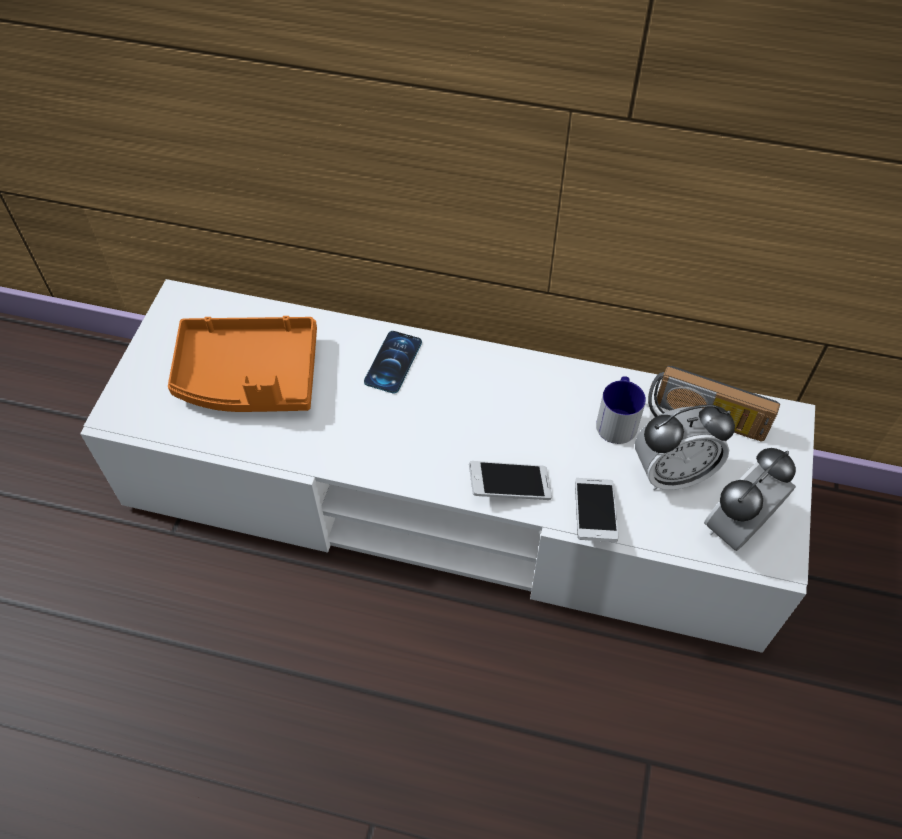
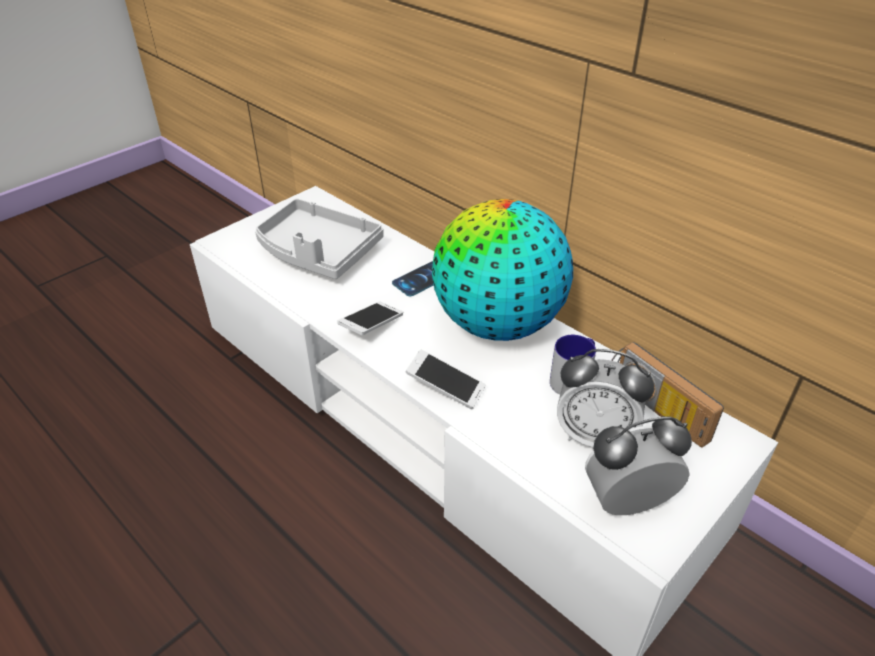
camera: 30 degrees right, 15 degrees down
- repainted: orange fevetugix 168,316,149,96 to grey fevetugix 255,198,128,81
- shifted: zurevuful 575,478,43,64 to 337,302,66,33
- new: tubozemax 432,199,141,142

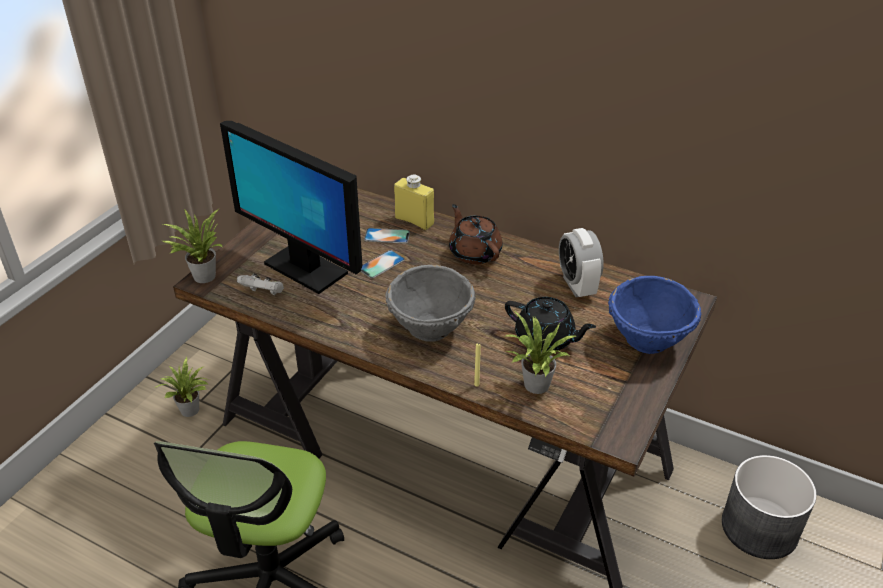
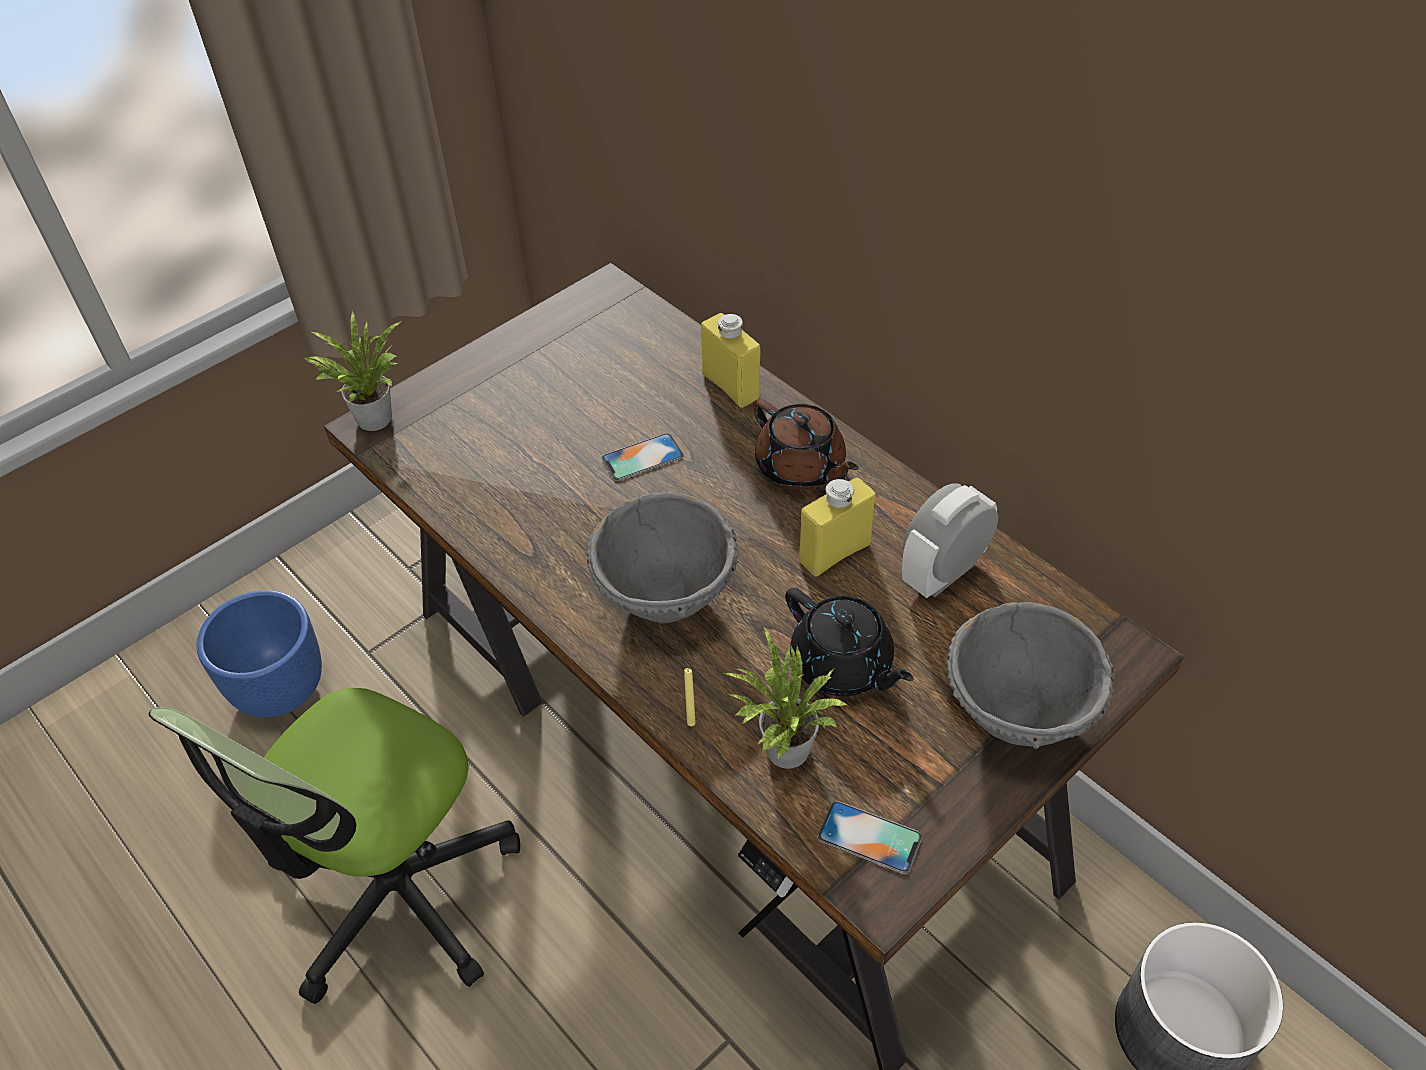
camera: 20 degrees right, 10 degrees up
- gone: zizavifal 220,121,142,173
- rotated: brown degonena 449,204,53,60 = 753,399,106,91 150 degrees clockwise
- shifted: zurevuful 364,228,46,16 to 818,801,104,73
- rotated: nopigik 559,228,45,69 = 902,483,96,115 45 degrees clockwise
- gone: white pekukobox 237,273,47,22
- repainted: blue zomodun 608,276,93,78 to grey zomodun 946,602,168,147
- gone: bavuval 156,357,54,60
- new: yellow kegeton 799,477,77,100
- new: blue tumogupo 196,590,126,127

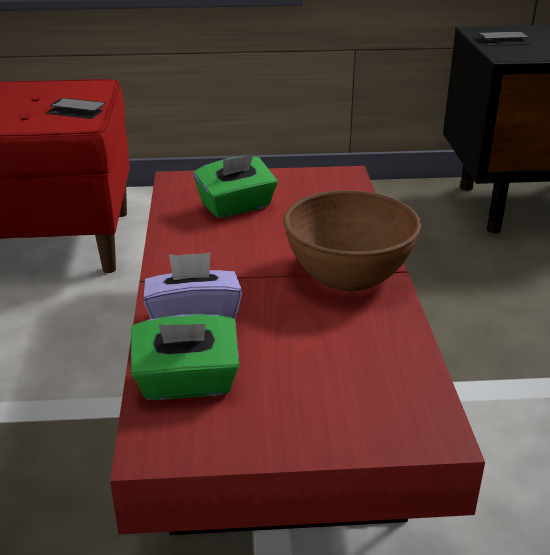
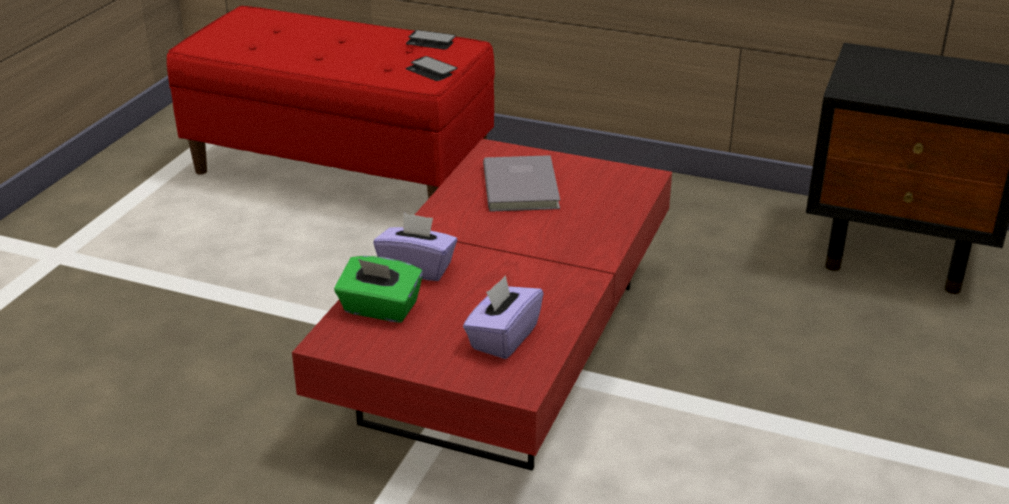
camera: 25 degrees right, 0 degrees up
- shifted: zurevuful 478,31,53,15 to 406,30,50,20
- swapped: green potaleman 194,155,84,63 to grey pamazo 483,155,77,57
- gone: brown zomodun 283,190,138,101
- new: purple potaleman 463,275,81,84

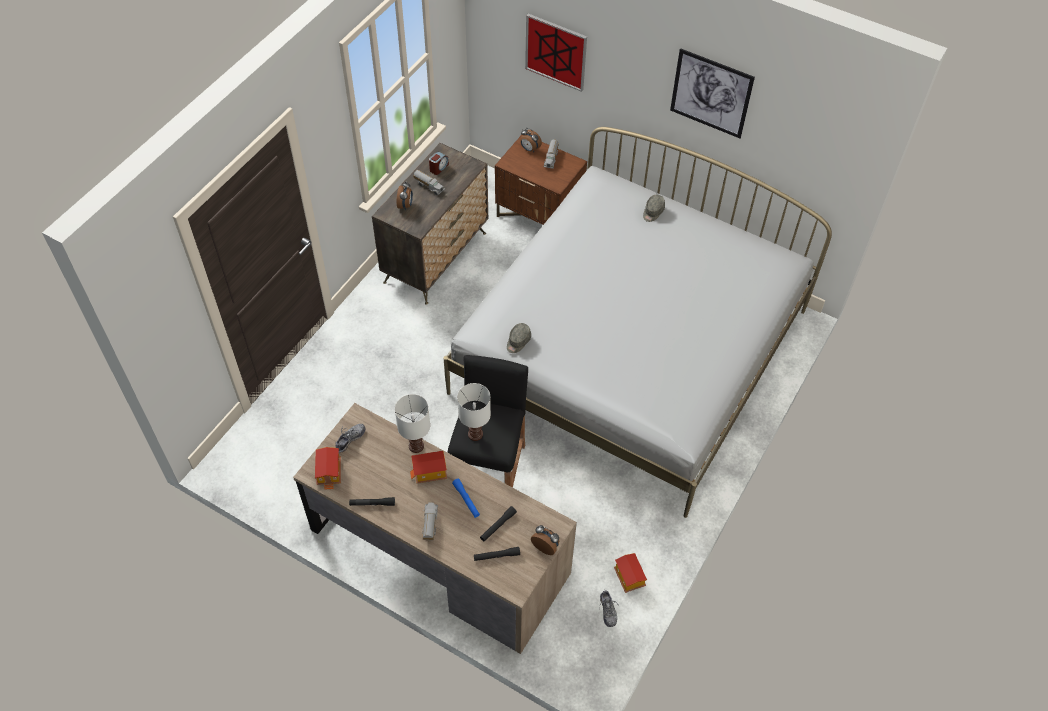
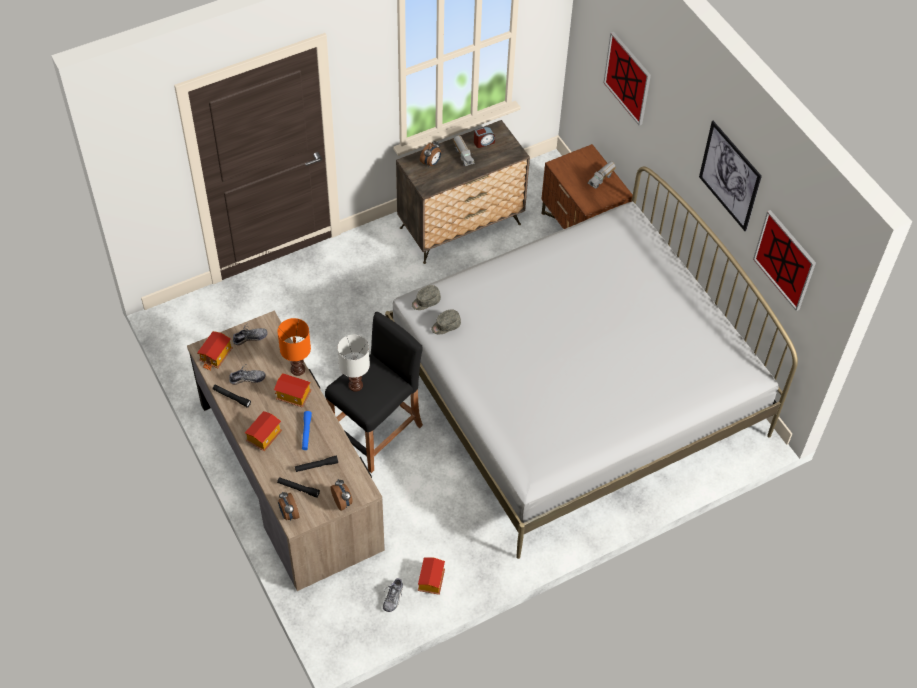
camera: 30 degrees right, 0 degrees up
- shifted: nopigik 520,128,22,24 to 278,491,21,30
- shifted: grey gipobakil 643,195,22,27 to 412,285,29,25
- repainted: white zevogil 395,394,35,59 to orange zevogil 277,318,34,58
- swapped: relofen 423,502,15,38 to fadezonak 245,411,37,40
- new: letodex 753,210,63,101
- new: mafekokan 229,364,37,21

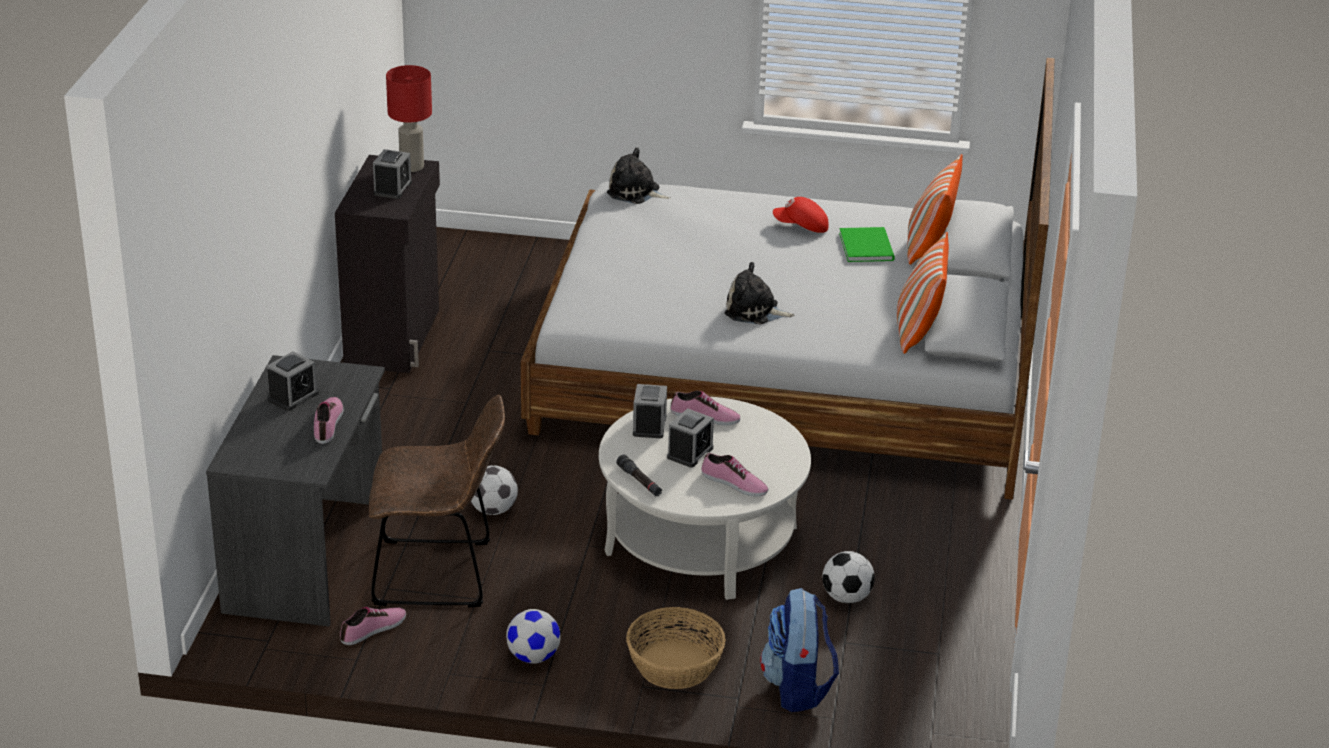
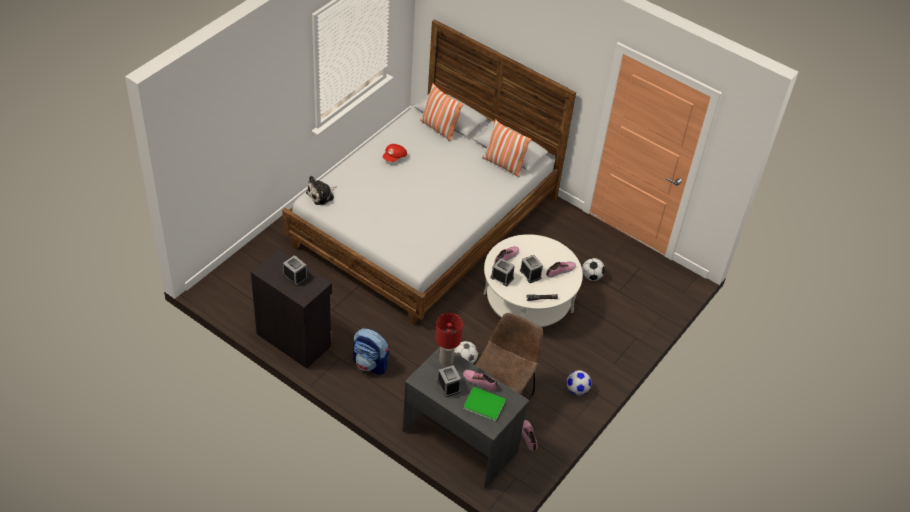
camera: 65 degrees left, 15 degrees up
- shifted: red zevogil 386,65,46,107 to 435,313,28,53
- shifted: green pamazo 839,227,56,35 to 463,387,43,35
- gone: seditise 724,262,70,62
- shifted: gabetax 760,588,79,124 to 353,328,36,47
- gone: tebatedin 626,607,100,82

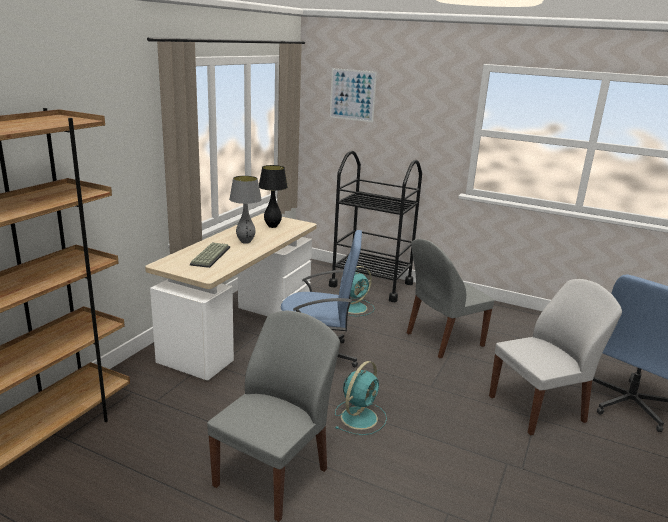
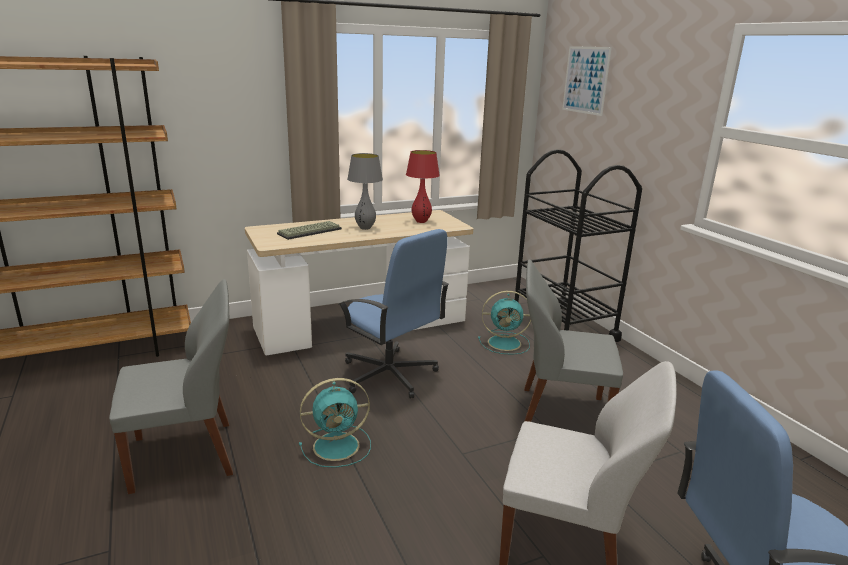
camera: 40 degrees right, 0 degrees up
- repainted: black zevogil 259,165,29,63 to red zevogil 406,150,34,73

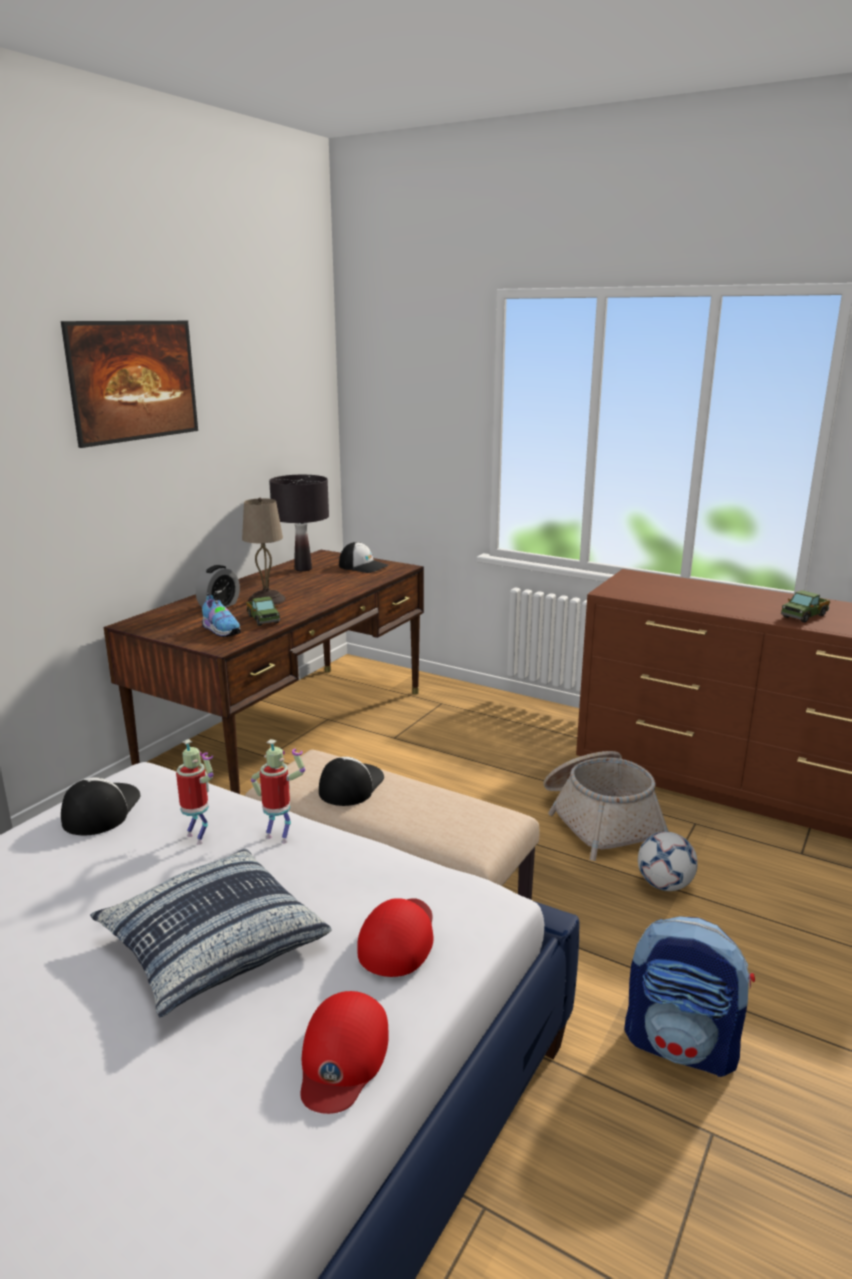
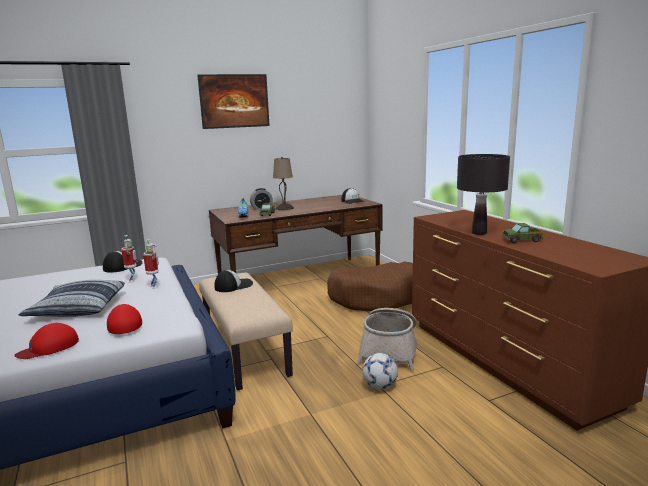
camera: 35 degrees right, 5 degrees down
- shifted: black zevogil 269,475,60,96 to 457,154,53,81
- rotated: red gipobakil 357,898,77,79 = 107,304,35,30 75 degrees counterclockwise
- gone: gabetax 625,916,130,161
- new: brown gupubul 327,261,86,50

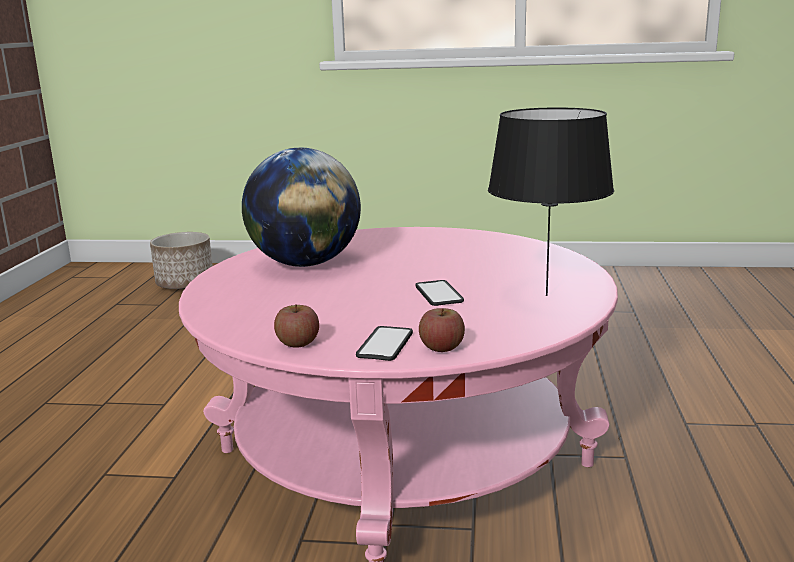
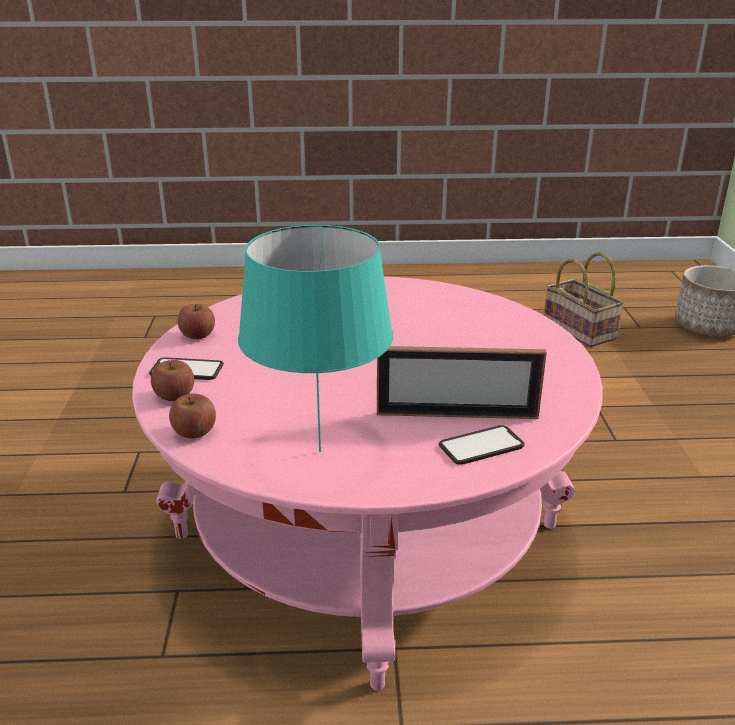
camera: 80 degrees right, 10 degrees up
- repainted: black zevogil 488,107,126,189 to turquoise zevogil 238,225,155,227
- gone: tubozemax 242,148,119,119
- shifted: zurevuful 415,280,49,26 to 439,425,86,40
- new: tebatedin 544,252,80,95
- new: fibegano 377,346,170,73
- new: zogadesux 169,394,47,45

